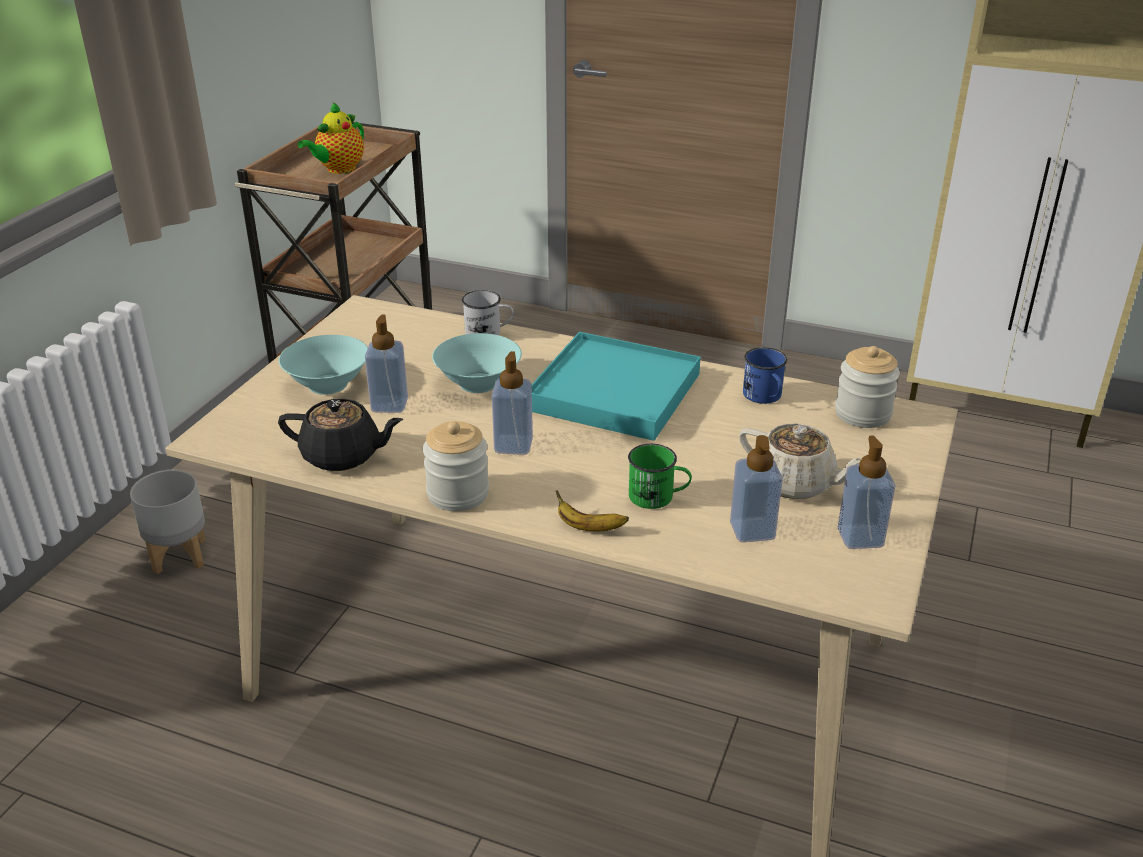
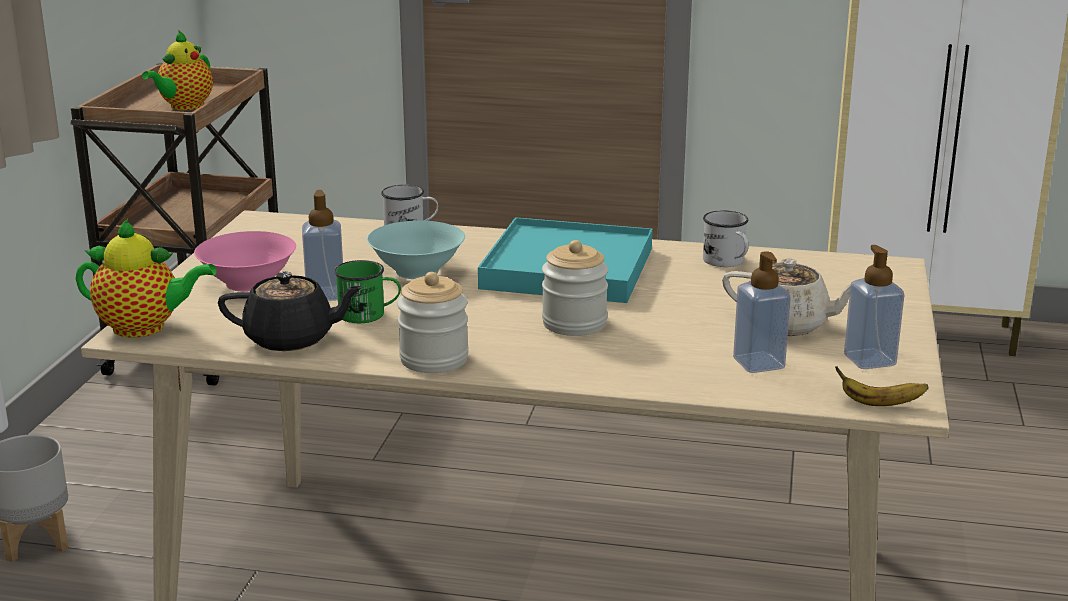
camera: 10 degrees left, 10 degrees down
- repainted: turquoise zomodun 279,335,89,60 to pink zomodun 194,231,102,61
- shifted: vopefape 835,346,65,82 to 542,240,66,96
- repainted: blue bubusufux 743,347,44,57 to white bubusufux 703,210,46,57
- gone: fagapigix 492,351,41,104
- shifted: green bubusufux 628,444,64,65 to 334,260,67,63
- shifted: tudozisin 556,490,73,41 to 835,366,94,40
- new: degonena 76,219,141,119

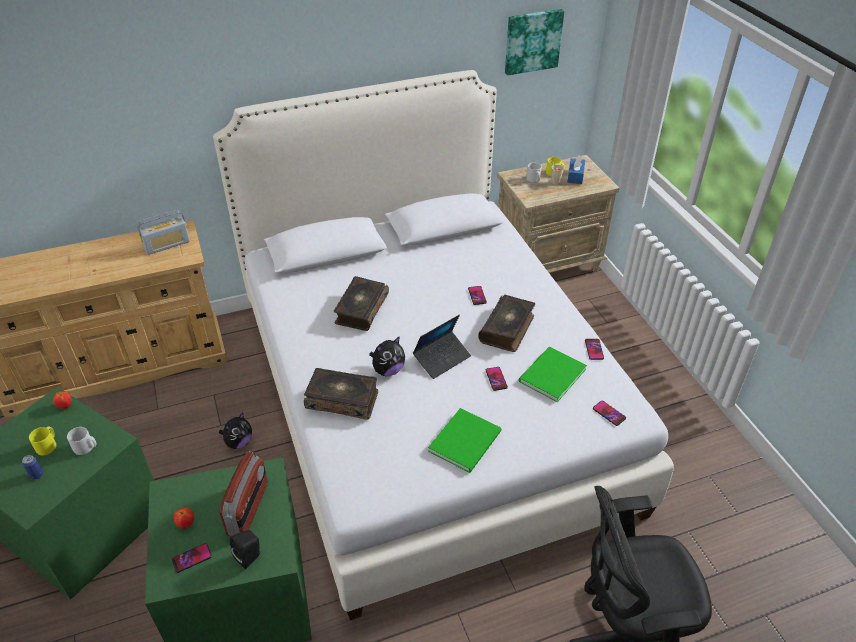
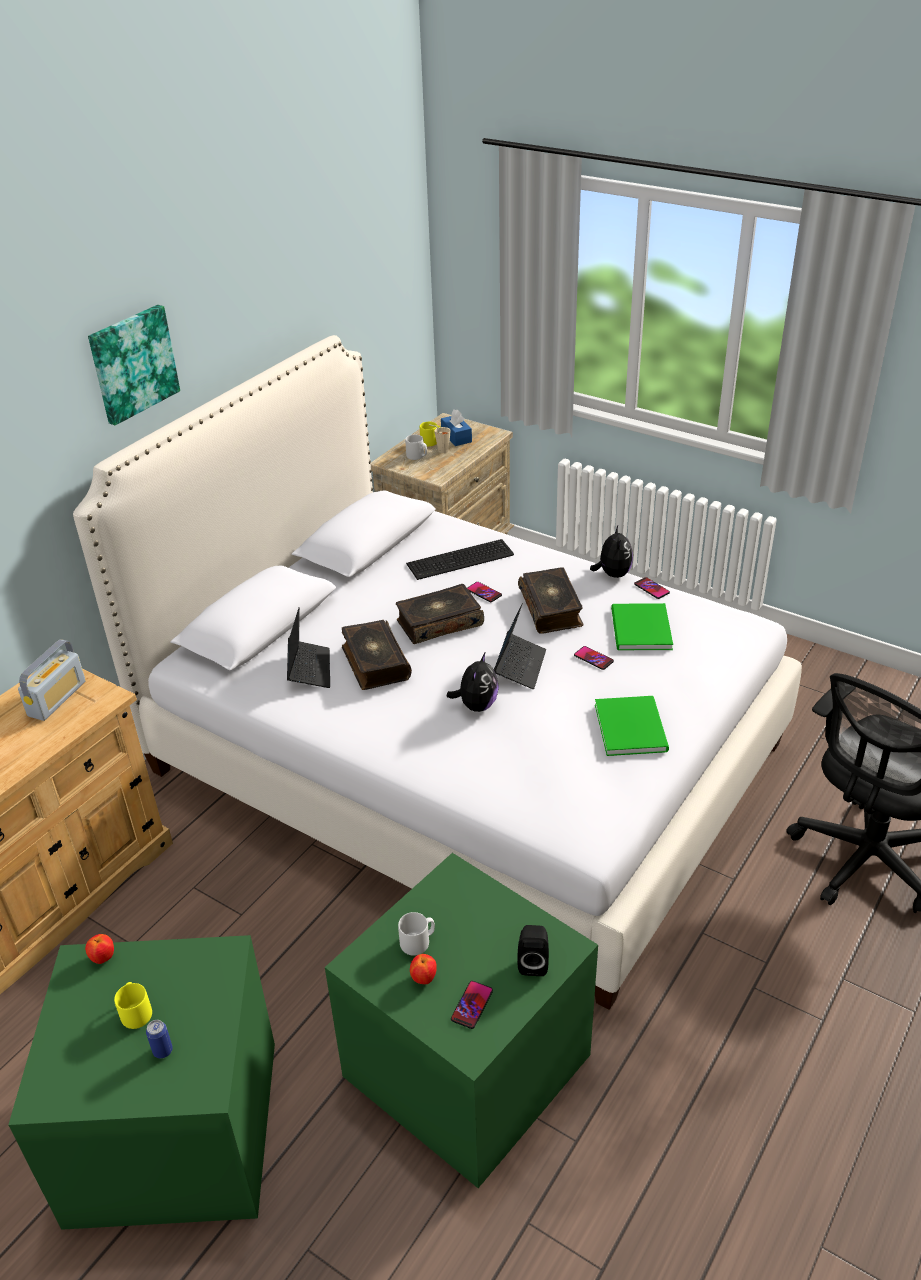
camera: 35 degrees left, 5 degrees down
- shifted: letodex 505,9,59,66 to 88,305,92,120
- shifted: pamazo 304,368,74,52 to 396,584,88,60
- gone: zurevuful 593,401,33,25
- shifted: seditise 219,413,33,36 to 590,526,43,52
- shifted: grey bubusufux 67,427,29,28 to 398,912,37,44
- gone: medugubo 219,451,49,85
- new: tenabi 406,539,108,41
- new: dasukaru 287,607,43,81

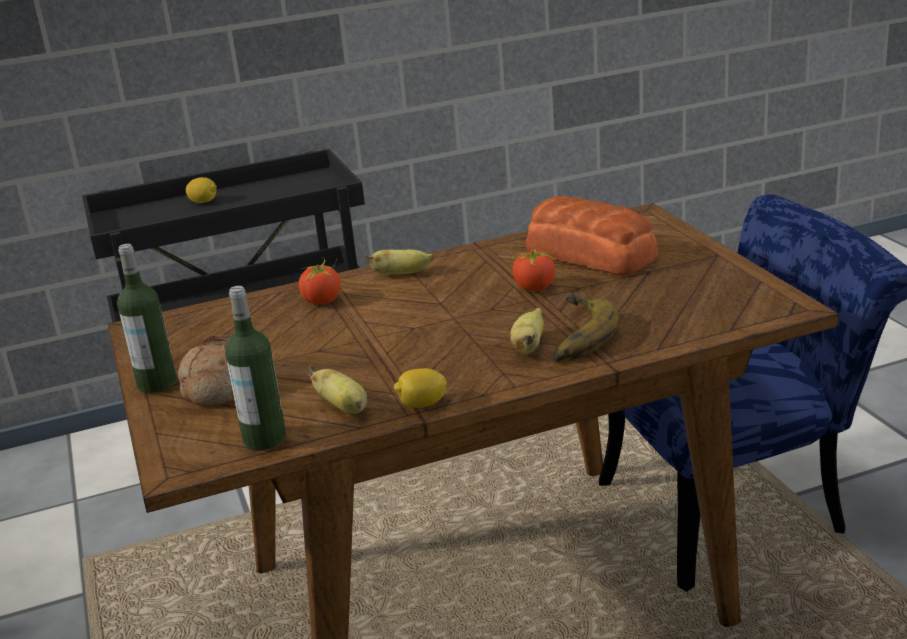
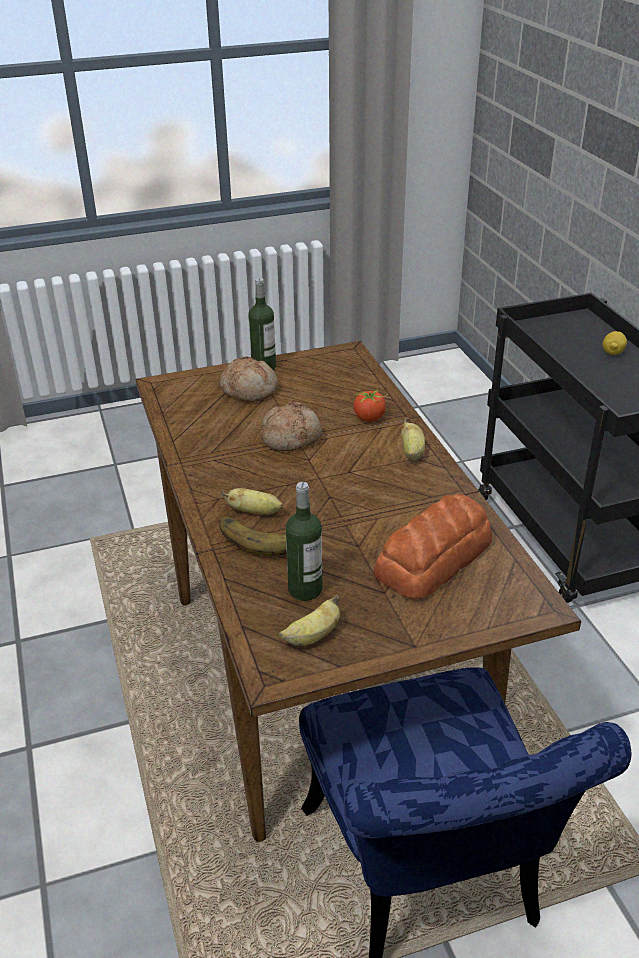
camera: 90 degrees right, 10 degrees up
- gone: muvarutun 510,248,46,43
- shifted: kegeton 225,286,61,164 to 286,482,36,119
- shifted: tudozisin 308,365,59,49 to 279,595,61,51
- gone: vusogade 394,368,53,40
- new: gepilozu 260,402,62,49

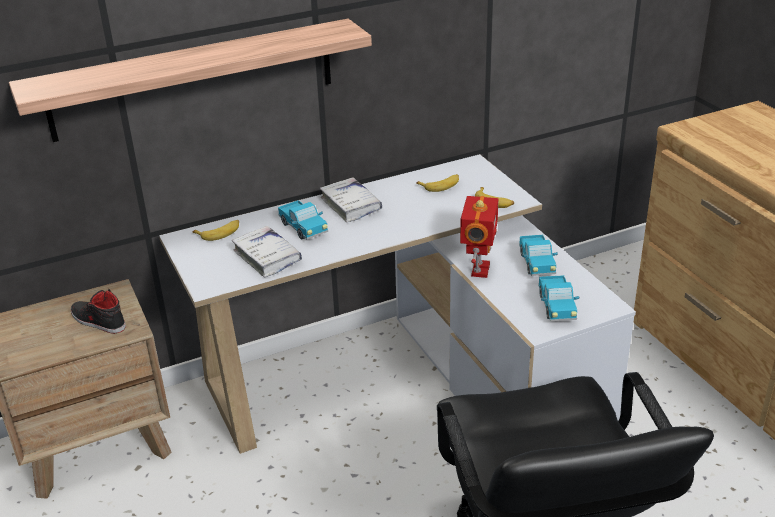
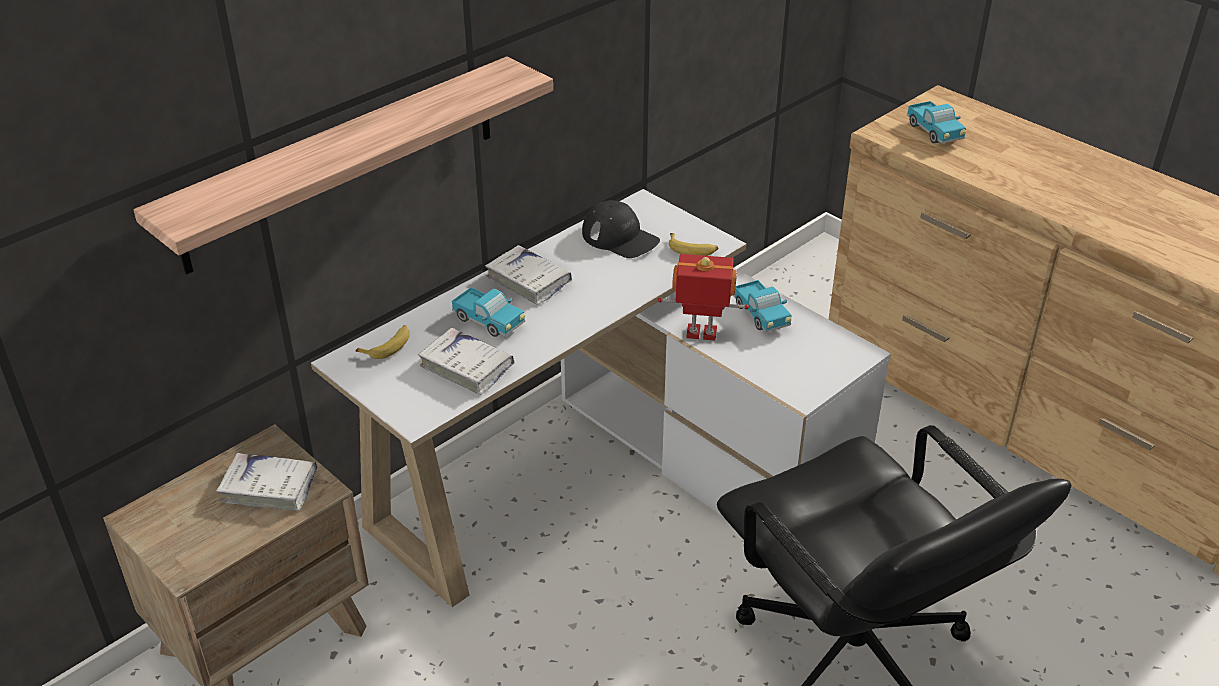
camera: 20 degrees left, 5 degrees up
- swapped: tudozisin 416,174,43,18 to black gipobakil 582,200,78,58
- rotated: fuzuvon 460,196,39,82 = 658,254,91,87 75 degrees counterclockwise
- shifted: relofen 538,275,41,46 to 907,101,59,43
- swapped: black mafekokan 70,289,56,45 to white pamazo 216,453,102,58

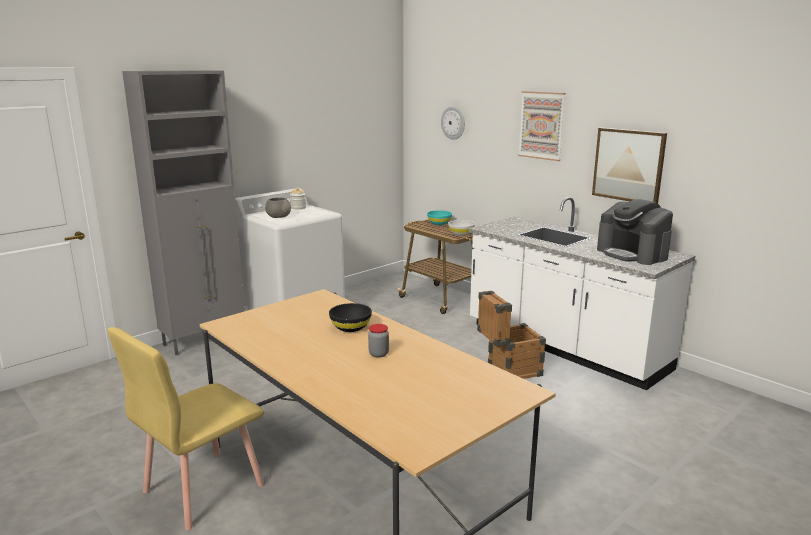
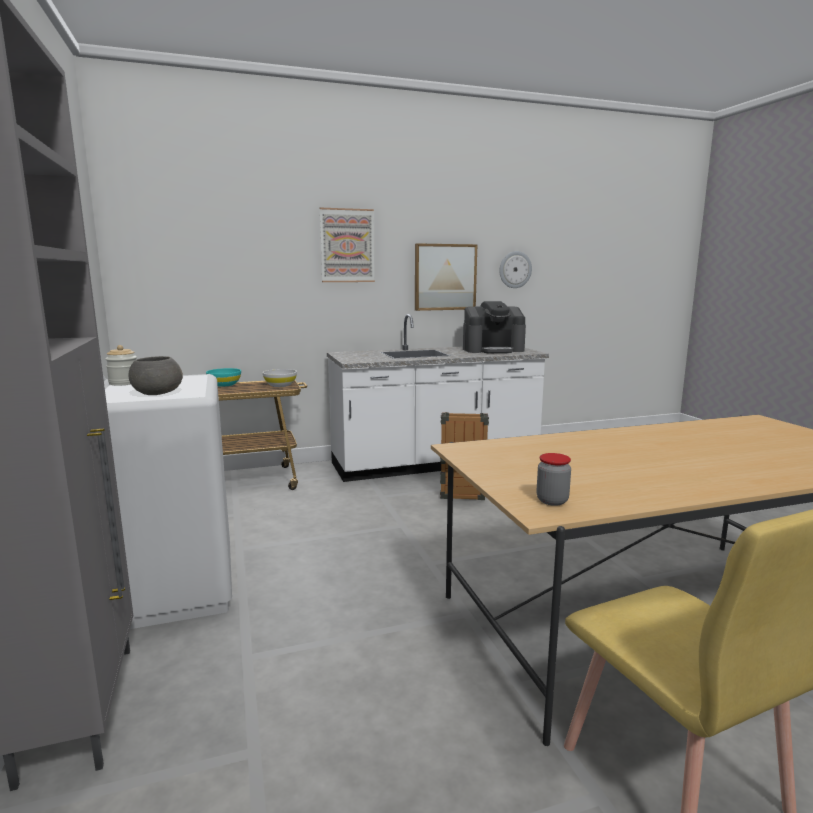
camera: 65 degrees left, 5 degrees down
- shifted: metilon 441,106,24,34 to 499,251,33,37
- gone: black zomodun 329,303,43,29
- shifted: vopefape 368,324,21,33 to 537,453,34,53

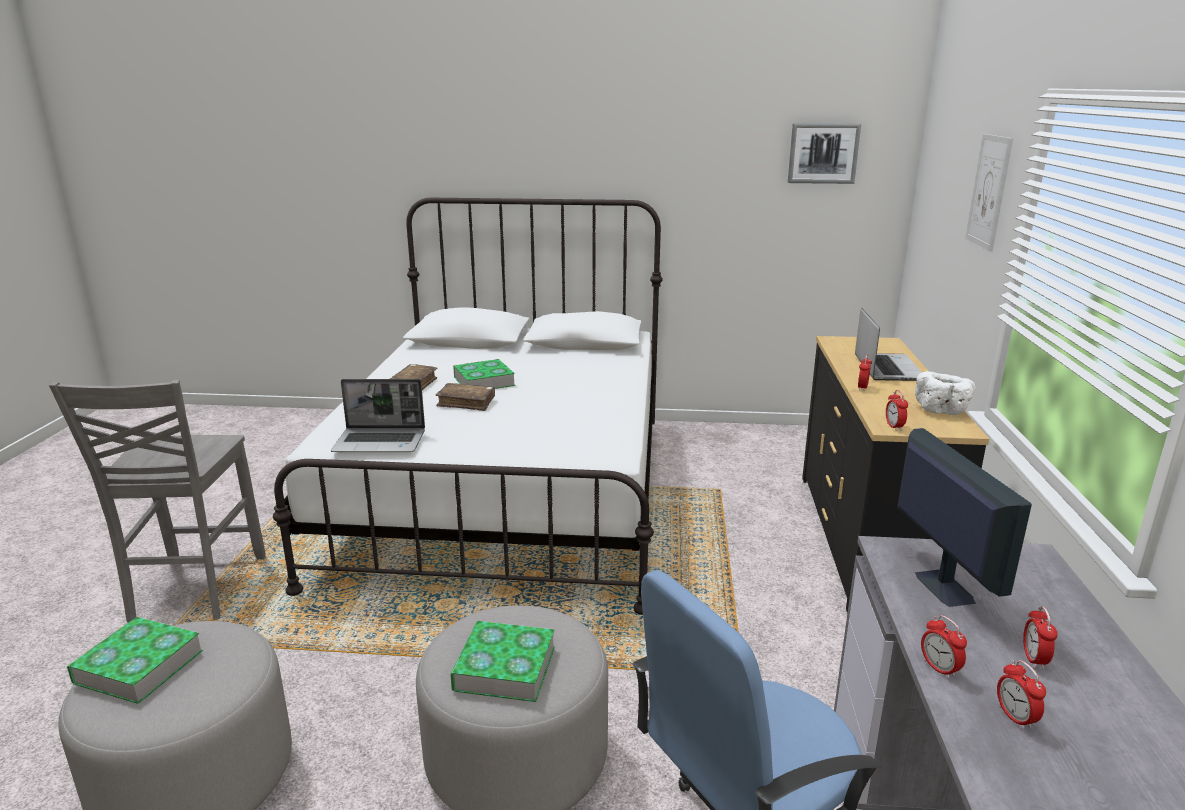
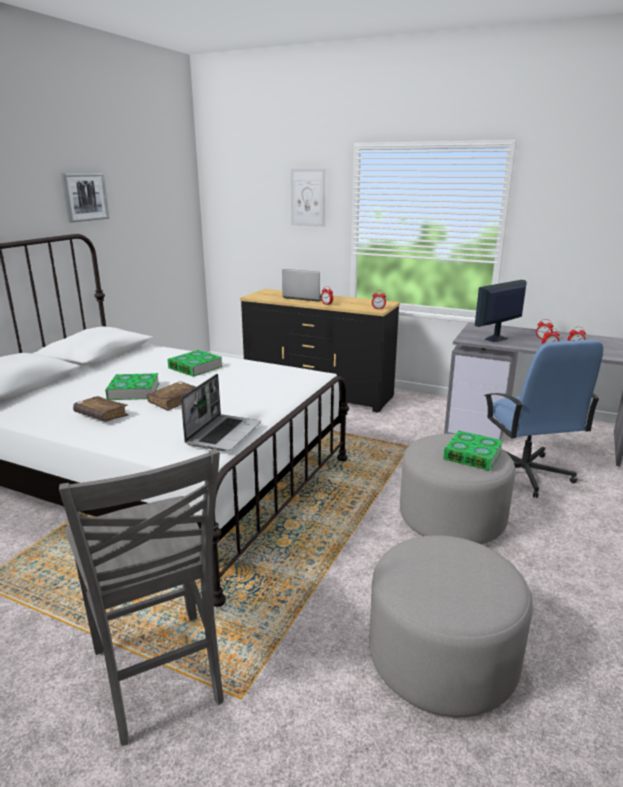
camera: 70 degrees left, 0 degrees up
- shifted: letodex 788,123,73,61 to 61,173,48,49
- gone: white zomodun 915,371,60,44
- rotated: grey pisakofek 49,380,217,243 = 59,449,165,297 45 degrees clockwise
- rotated: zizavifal 897,428,135,179 = 475,280,52,62 45 degrees counterclockwise
- shifted: pamazo 67,617,136,87 to 167,350,56,27

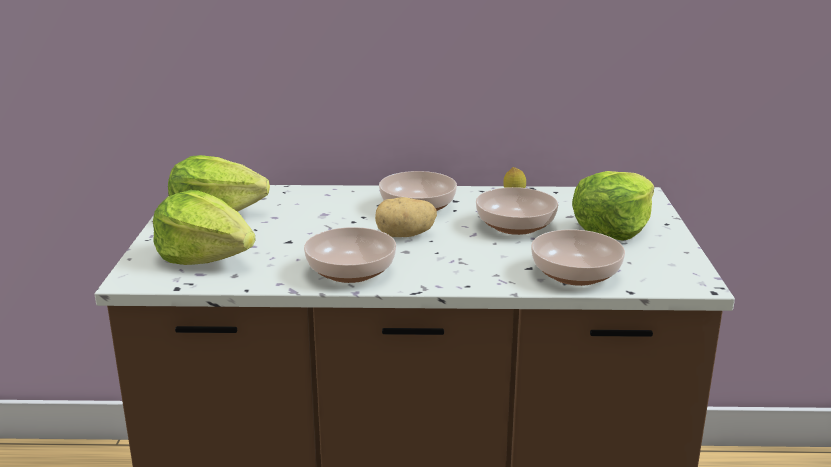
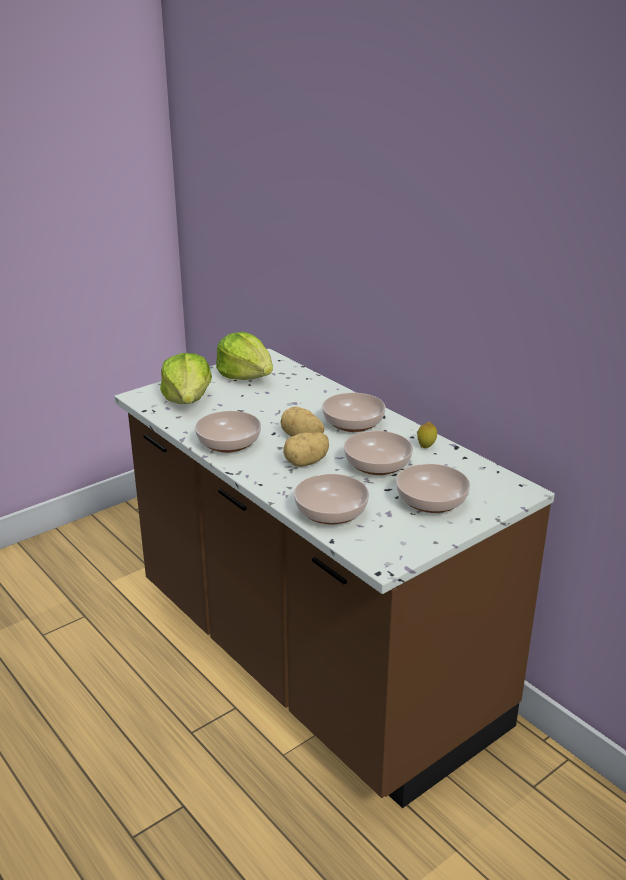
camera: 50 degrees right, 5 degrees up
- swapped: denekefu 572,171,82,70 to zomodun 396,464,74,49
- new: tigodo 283,432,46,35

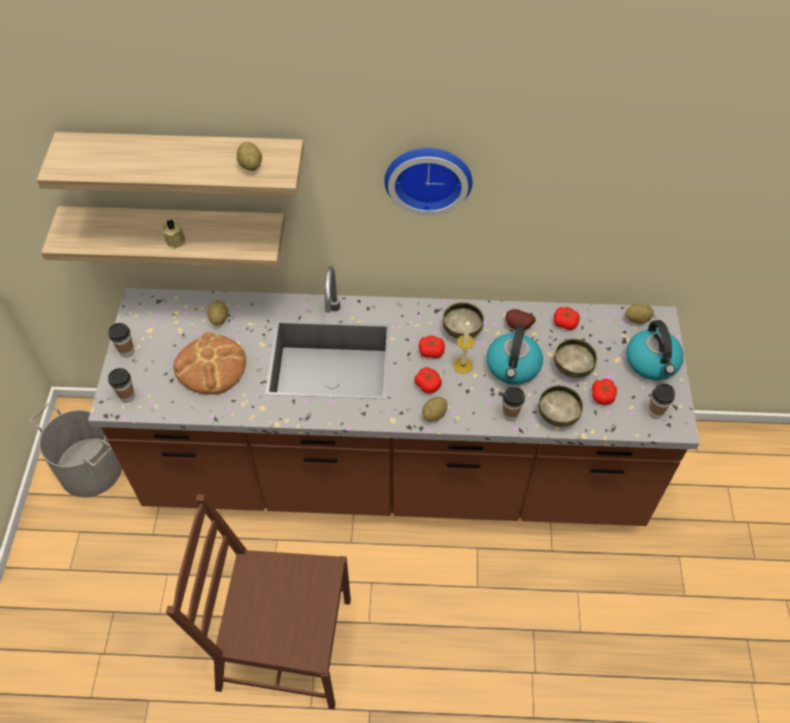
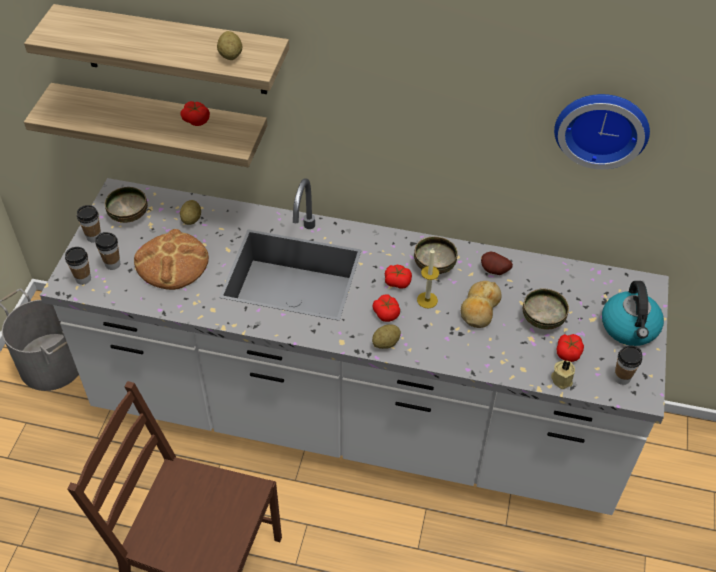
camera: 10 degrees right, 5 degrees down
- shifted: metilon 384,148,88,68 to 554,94,96,75
- shifted: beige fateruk 161,219,25,30 to 551,360,24,29
- repainted: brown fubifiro 88,267,612,259 to white fubifiro 40,178,629,337
- gone: tigodo 625,303,29,21
- shifted: muvarutun 554,307,26,23 to 180,101,30,25
- swapped: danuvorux 486,324,57,61 to gepilozu 461,281,41,47
- shifted: zomodun 538,385,45,42 to 105,187,43,36
- shifted: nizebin 503,387,22,35 to 95,232,25,38

